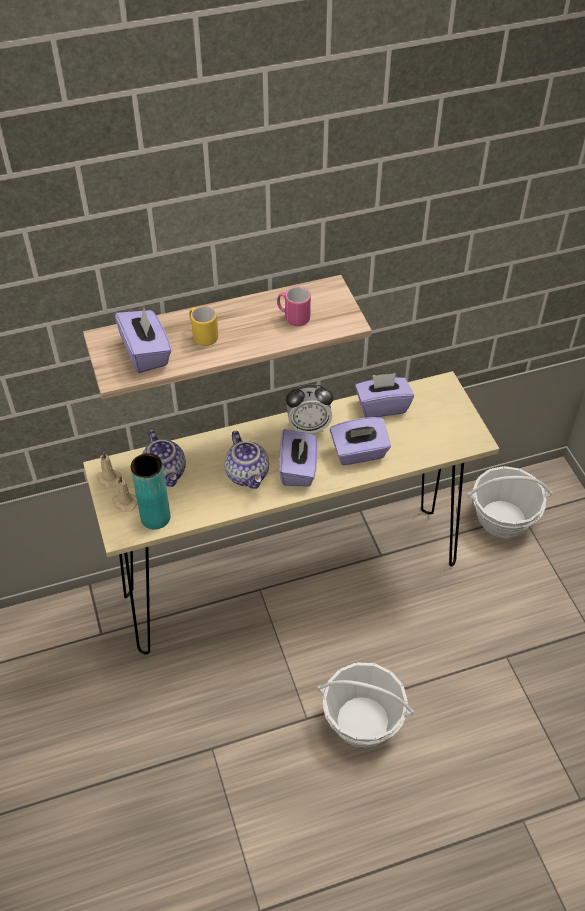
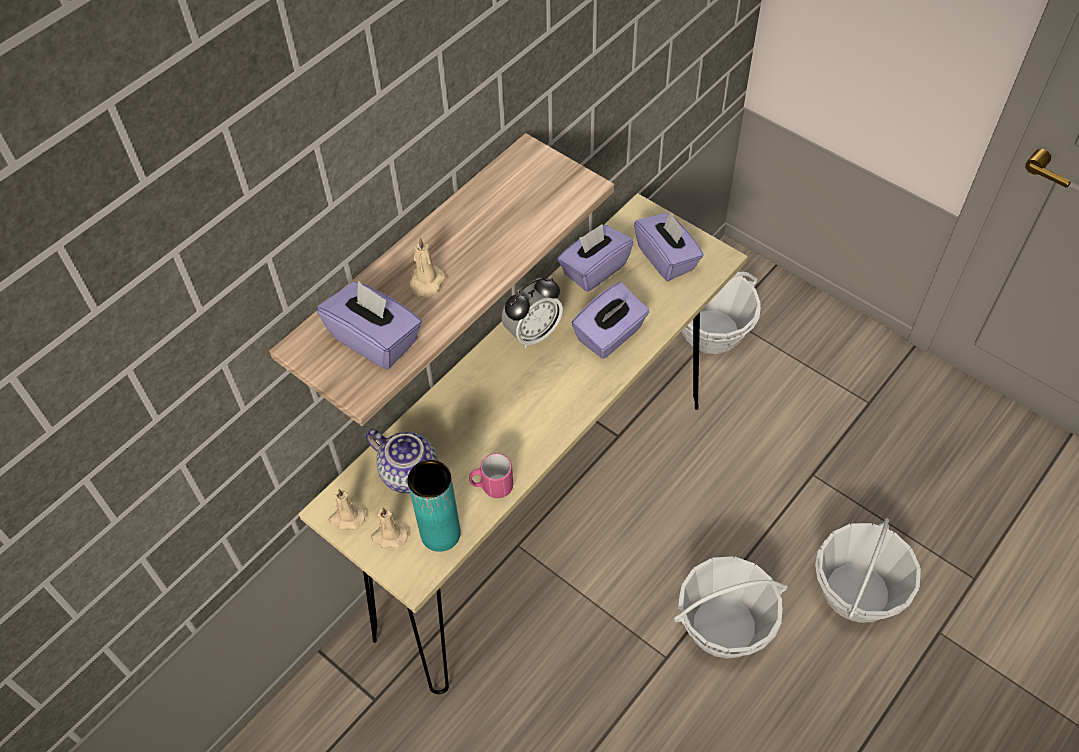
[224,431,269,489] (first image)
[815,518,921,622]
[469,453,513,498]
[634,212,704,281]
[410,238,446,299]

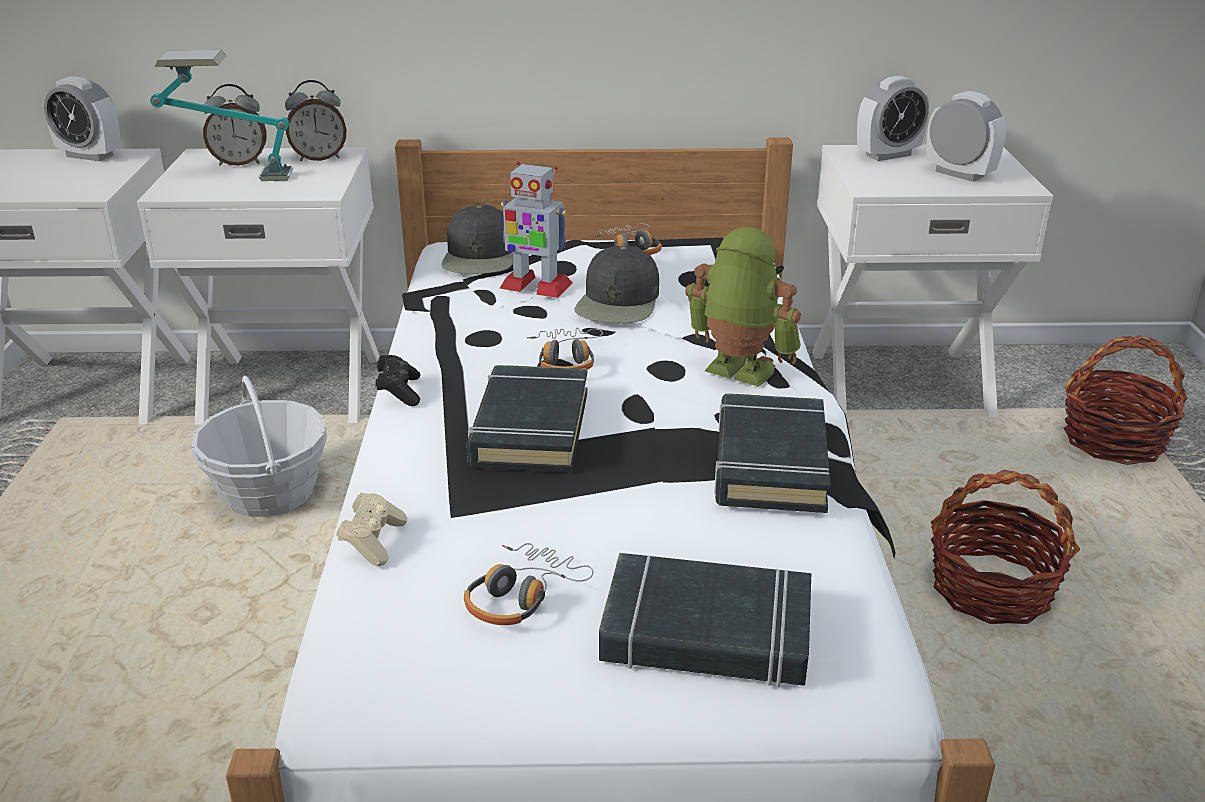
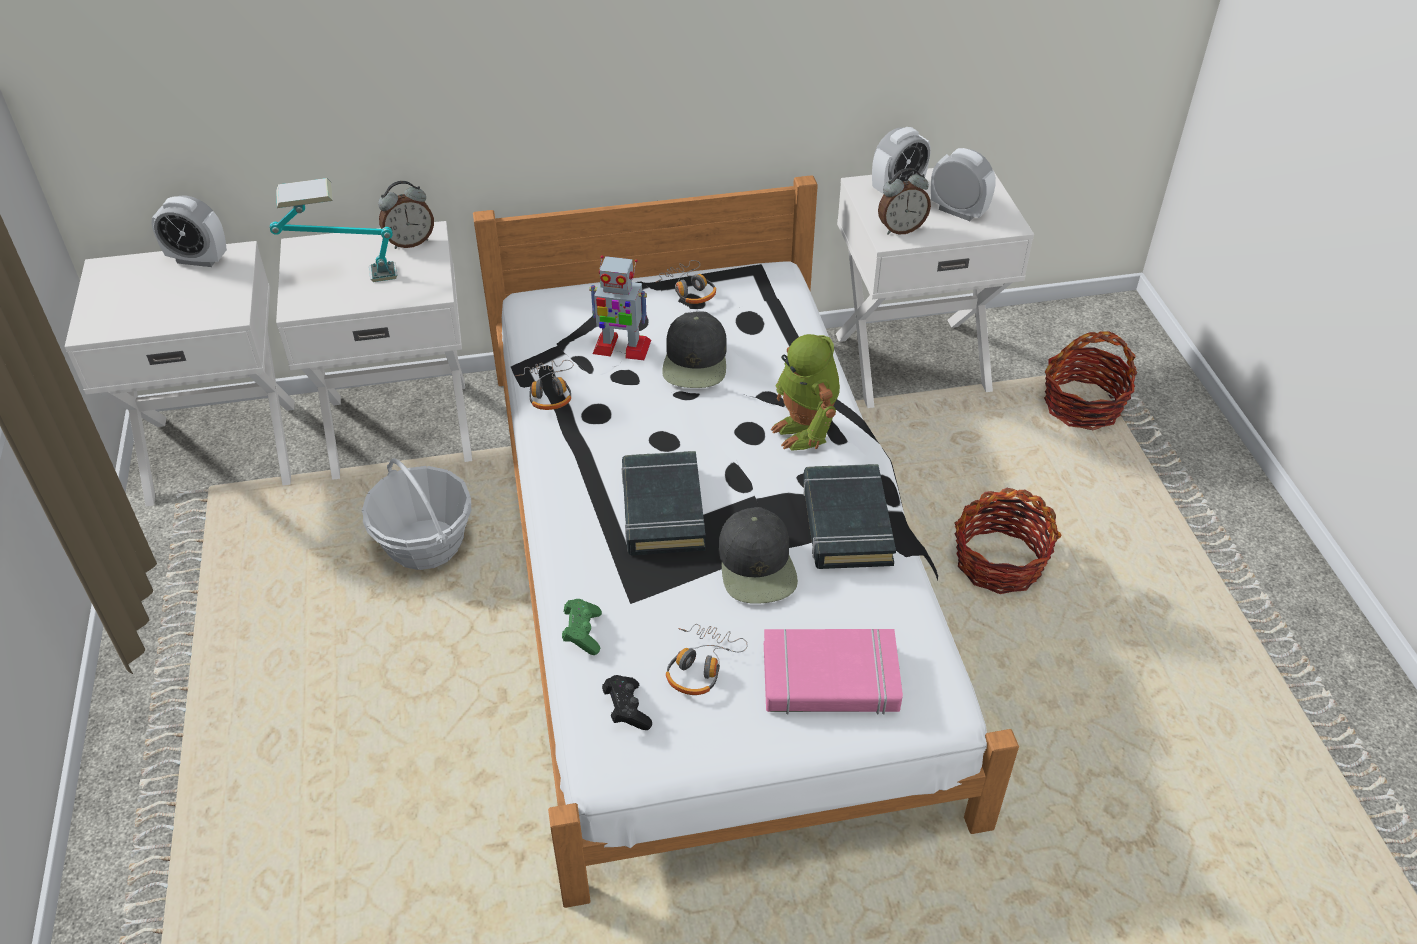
[878,168,931,235]
[602,675,652,730]
[719,507,798,604]
[515,360,573,410]
[562,599,602,655]
[764,629,903,715]
[771,334,840,451]

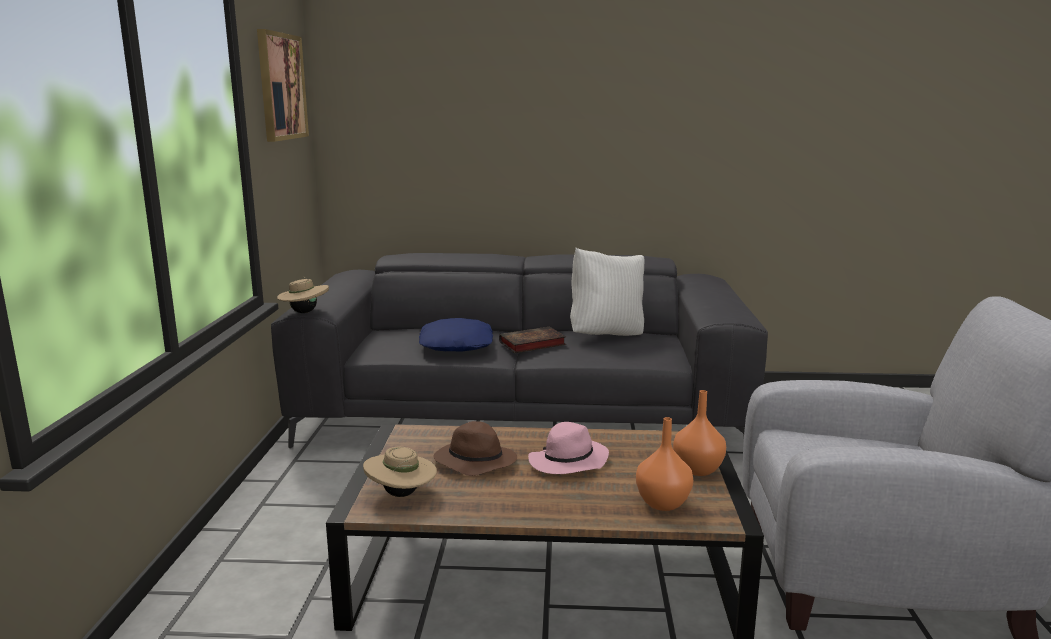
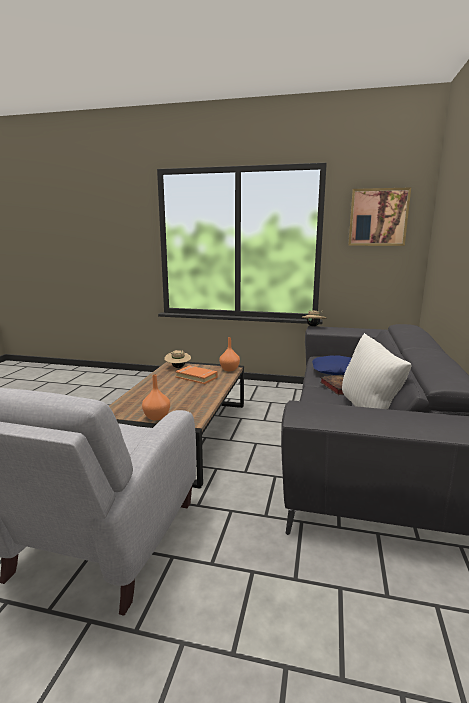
[528,422,609,474] (first image)
[219,337,240,371]
[176,365,218,384]

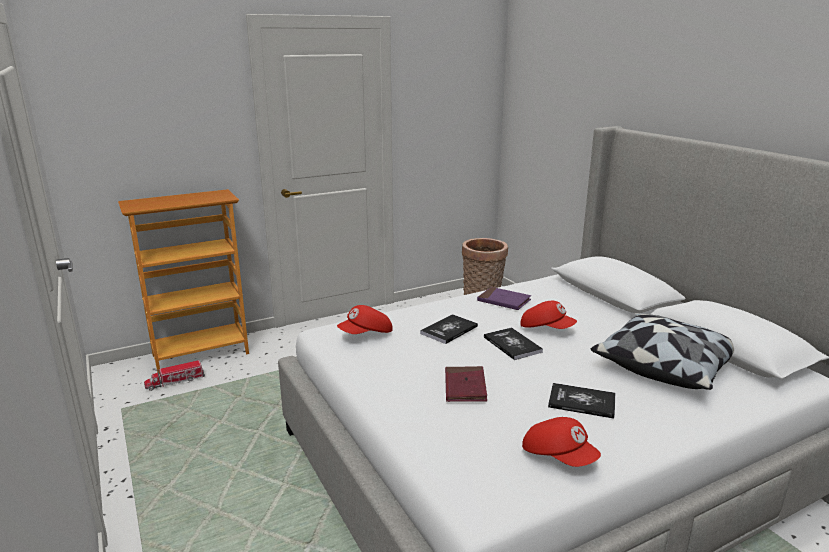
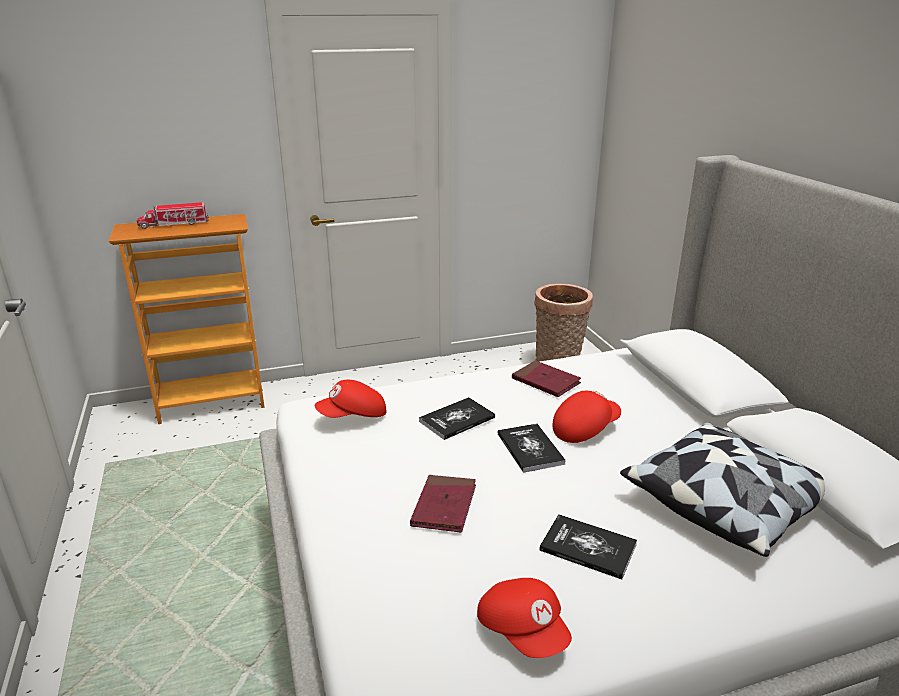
[137,202,209,229]
[512,361,581,397]
[552,391,621,443]

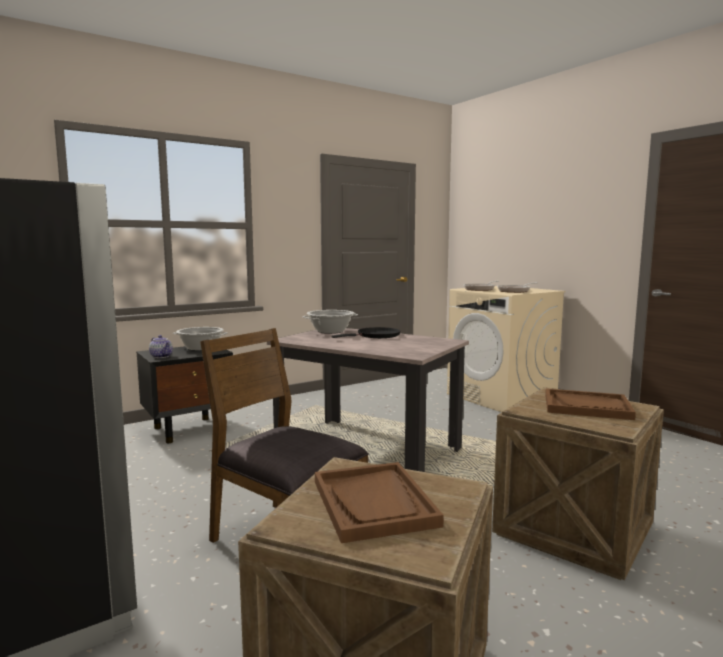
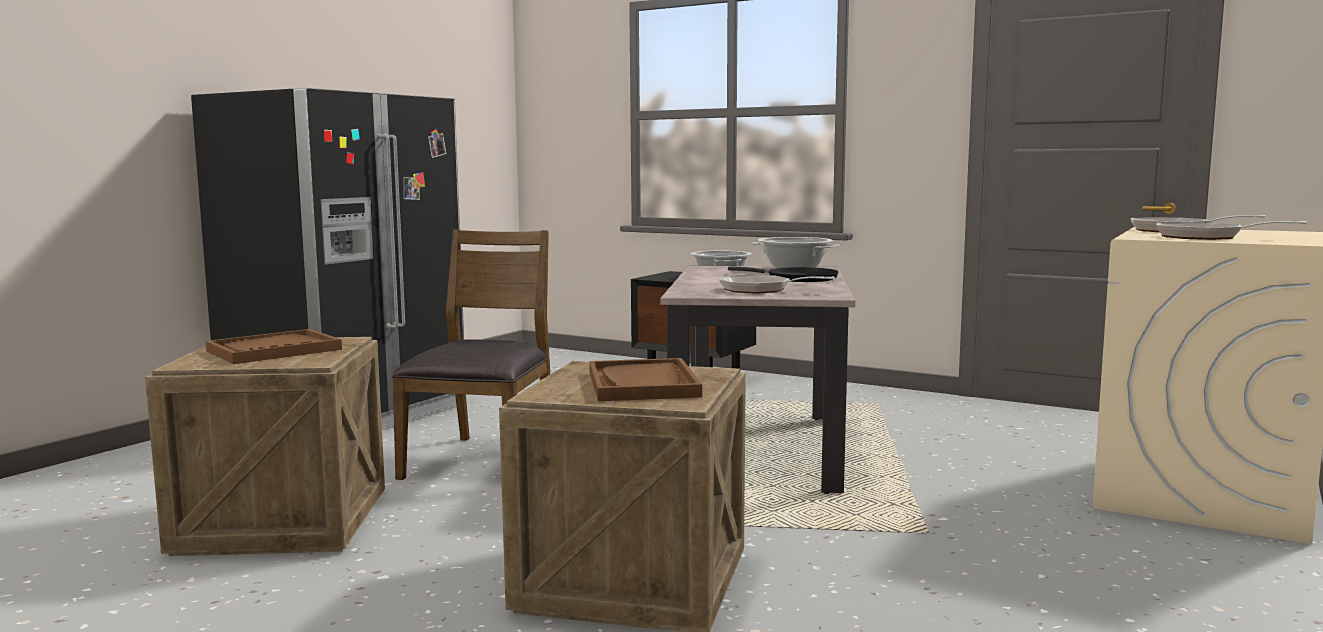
[149,335,173,358] (first image)
[719,275,835,294]

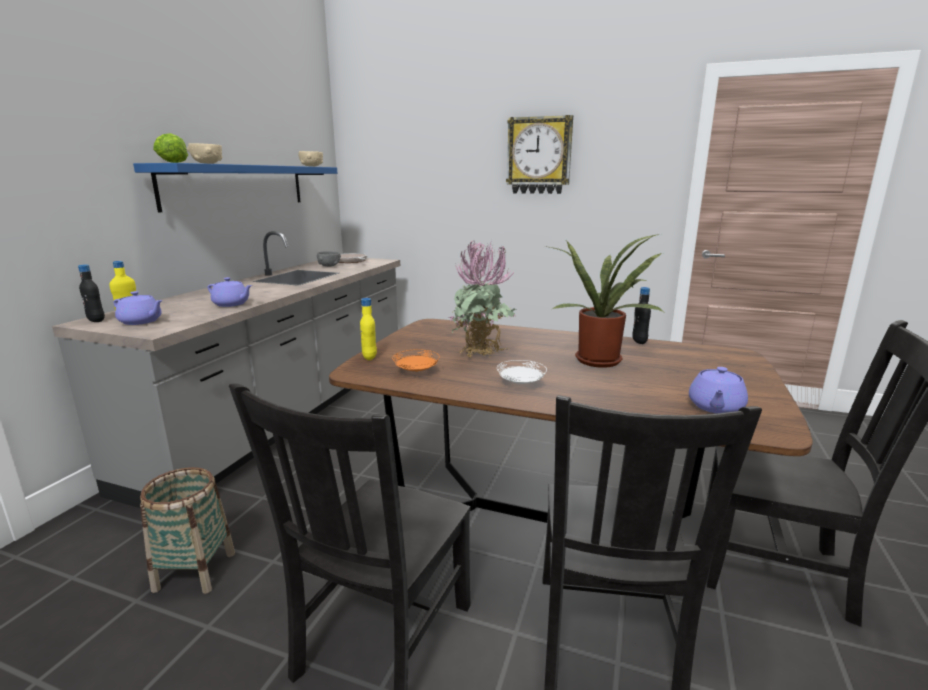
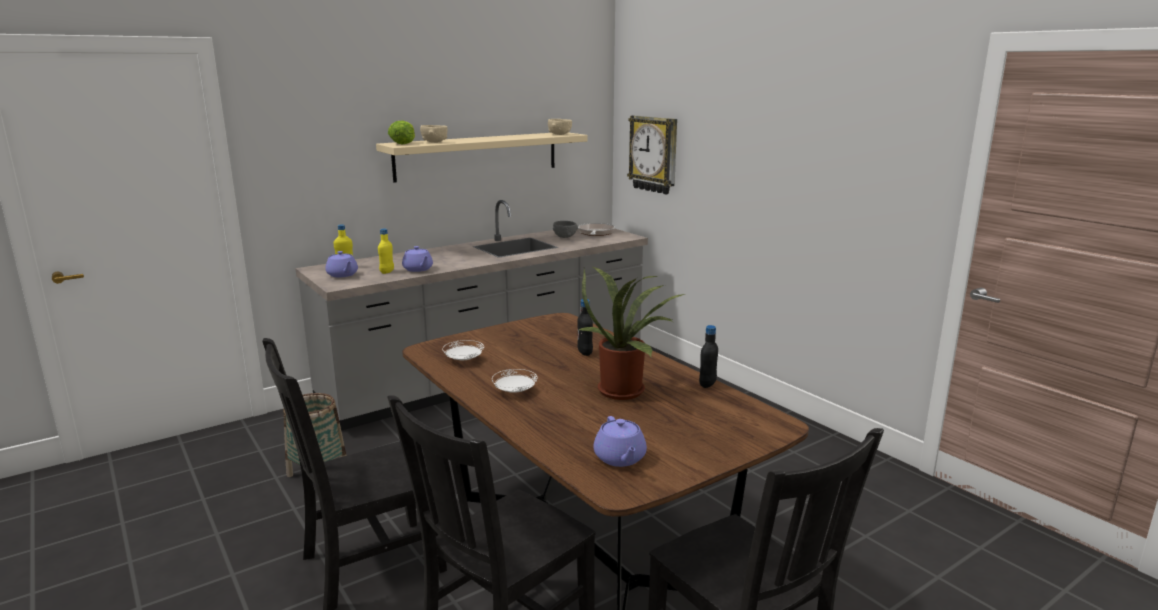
[449,240,516,358] (first image)
[577,299,593,356]
[378,228,394,274]
[627,115,677,194]
[376,132,588,183]
[442,340,484,360]
[594,416,647,467]

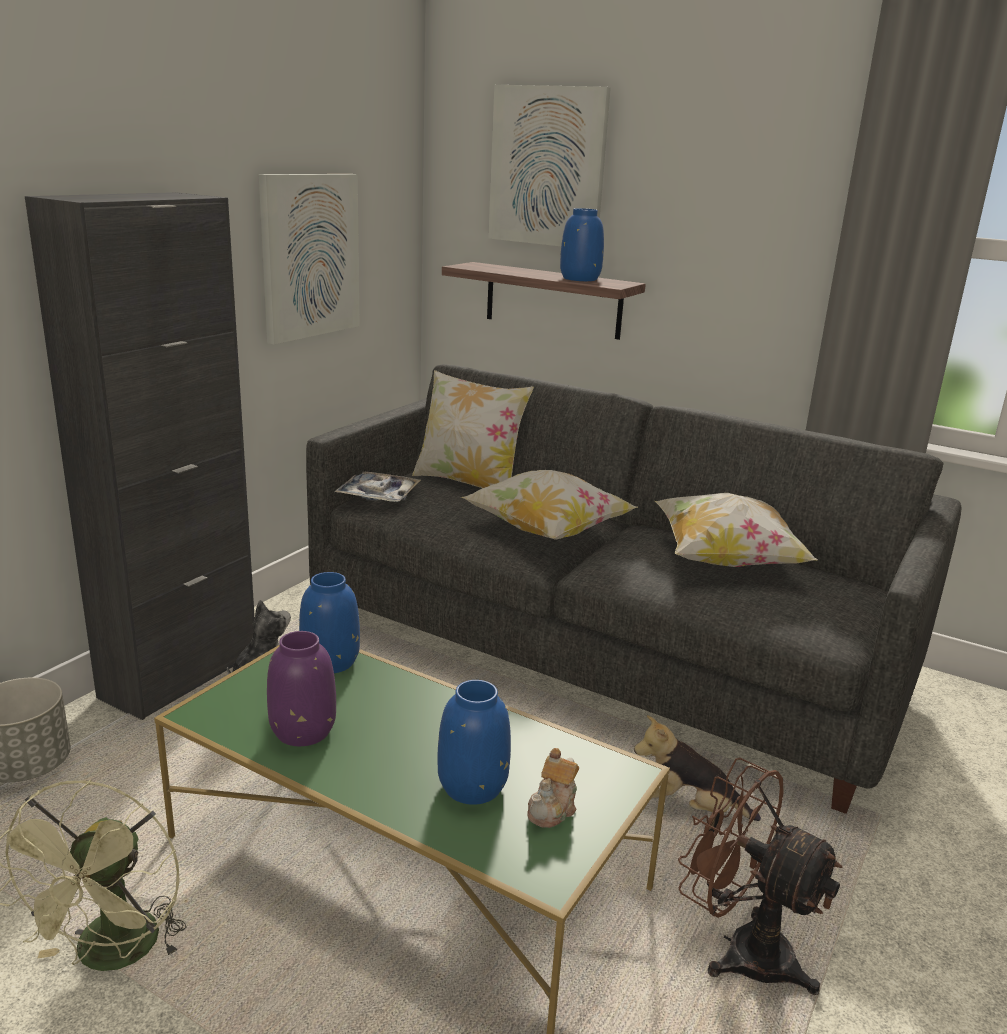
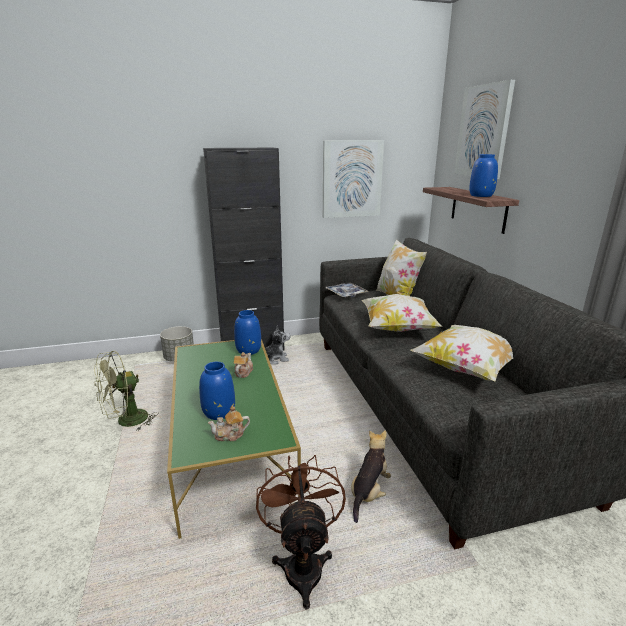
[267,631,336,746] (first image)
[234,352,253,378]
[351,430,391,523]

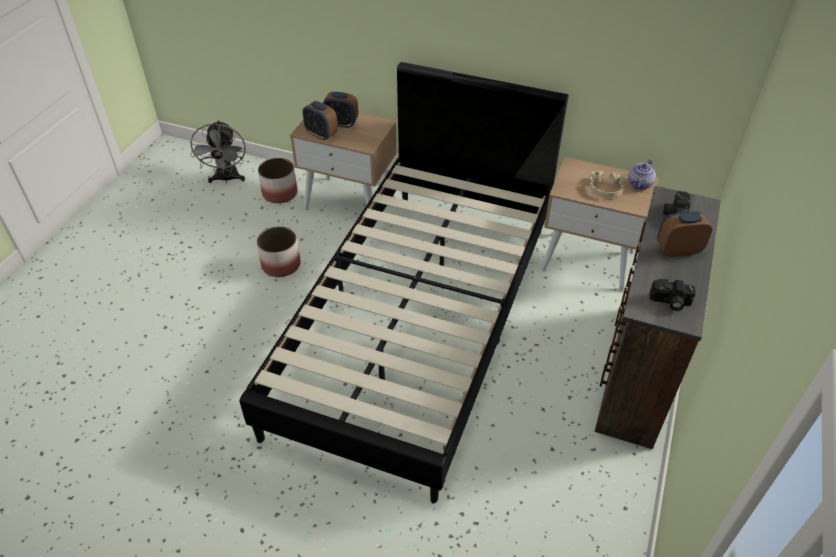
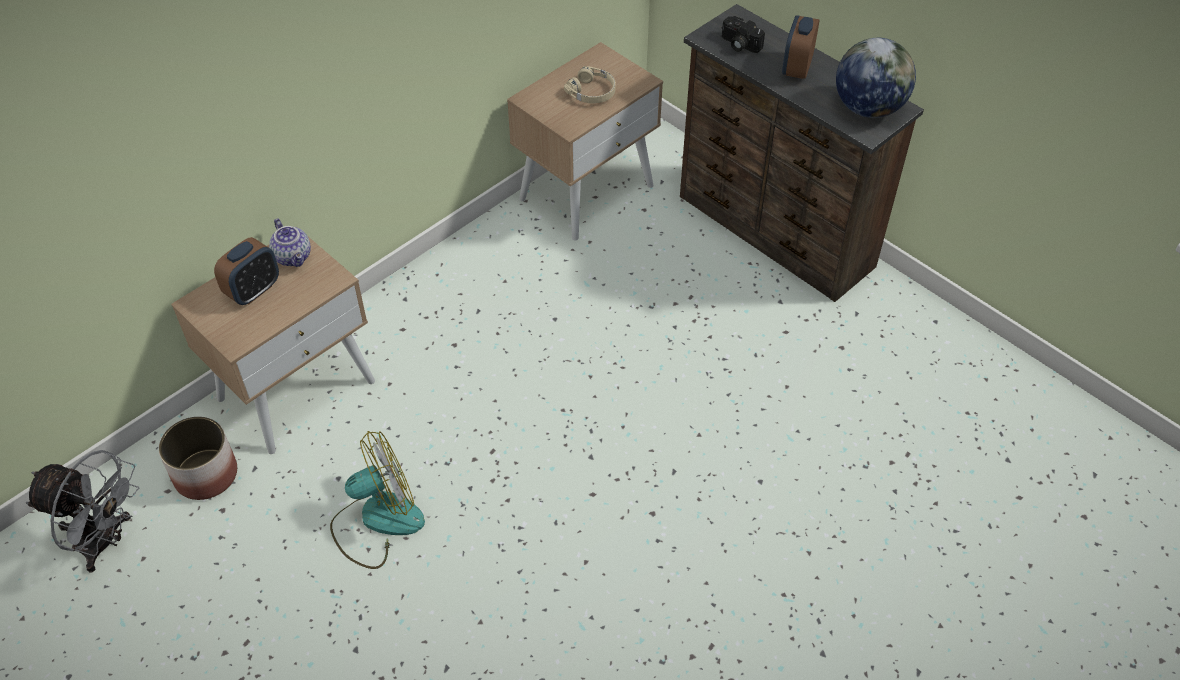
[239,62,569,503] (first image)
[303,101,338,141] (first image)
[269,219,311,267]
[330,431,425,569]
[836,38,916,118]

